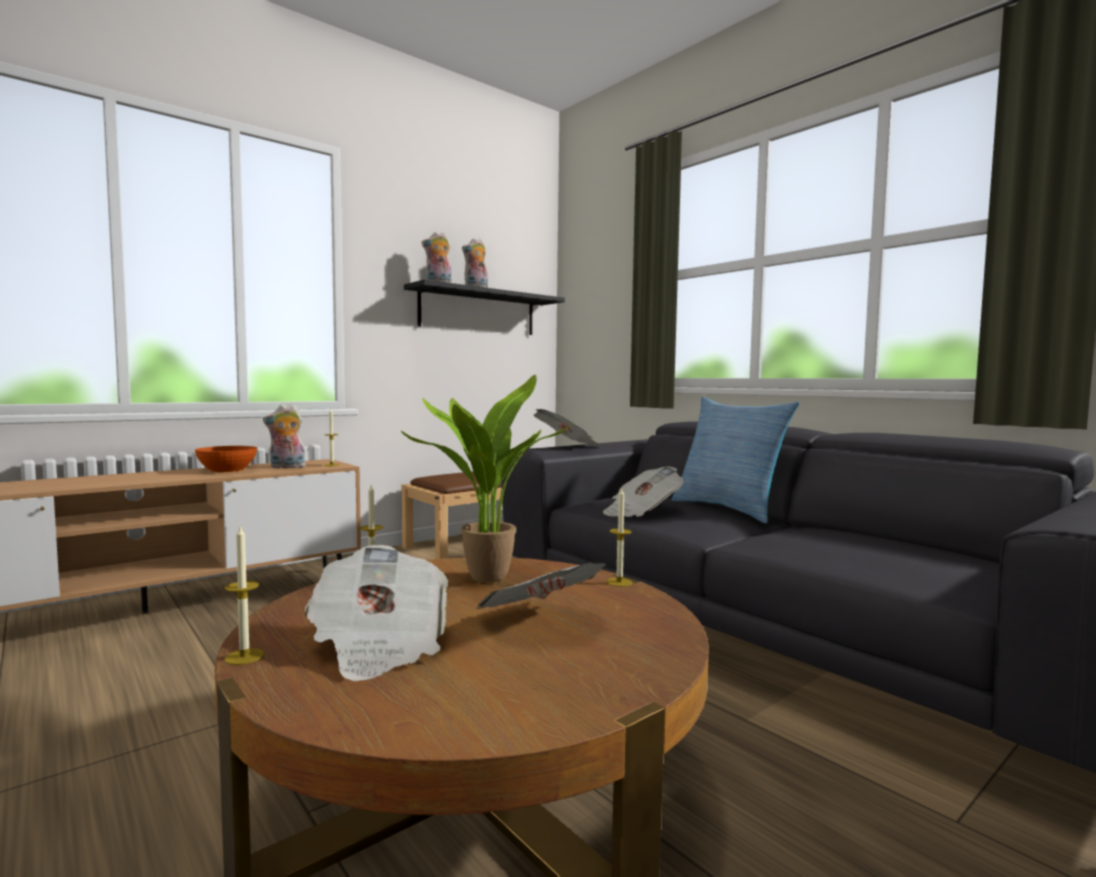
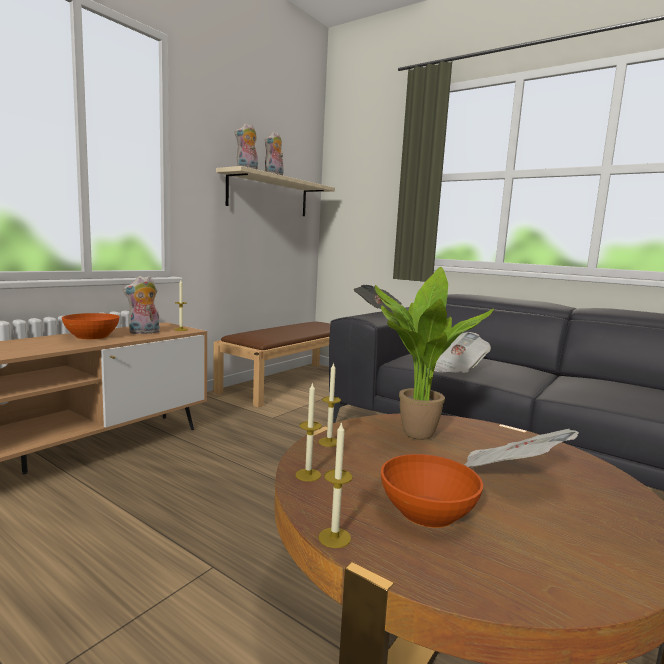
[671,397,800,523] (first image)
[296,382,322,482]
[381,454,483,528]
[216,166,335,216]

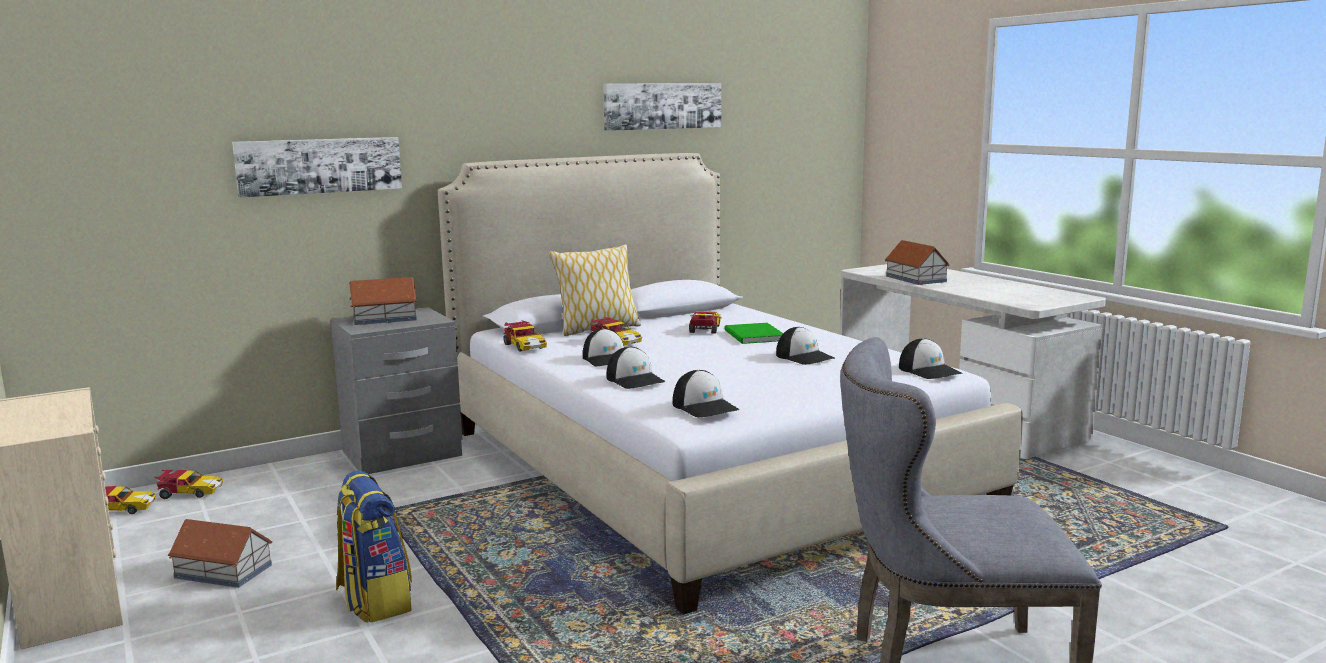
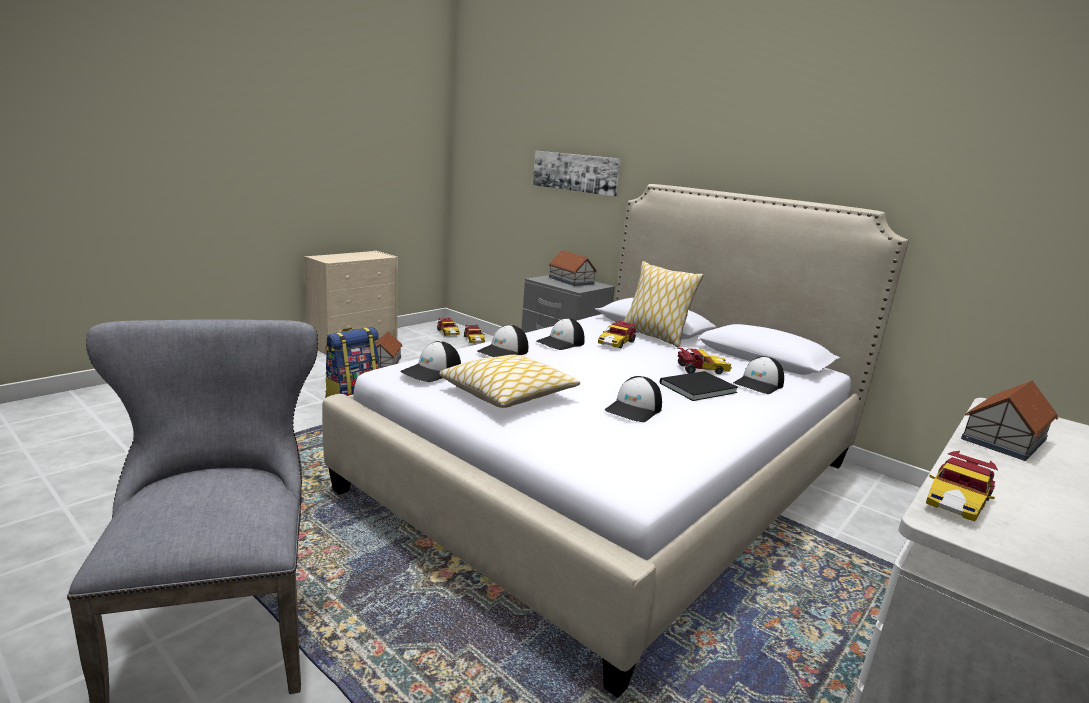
[603,83,721,131] (first image)
[439,355,580,408]
[926,451,998,521]
[733,356,784,394]
[660,371,738,401]

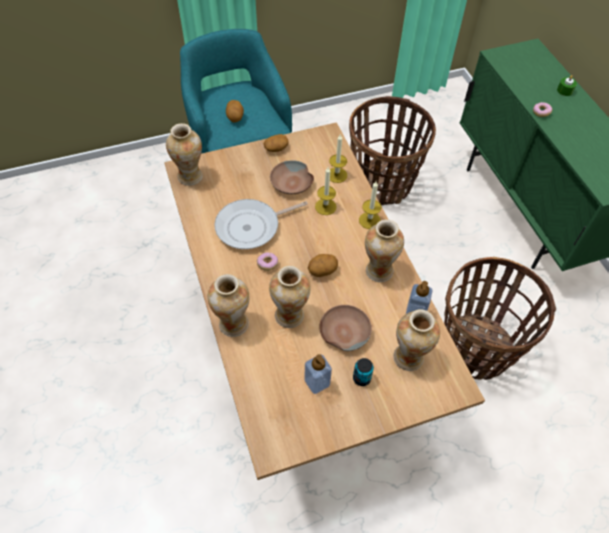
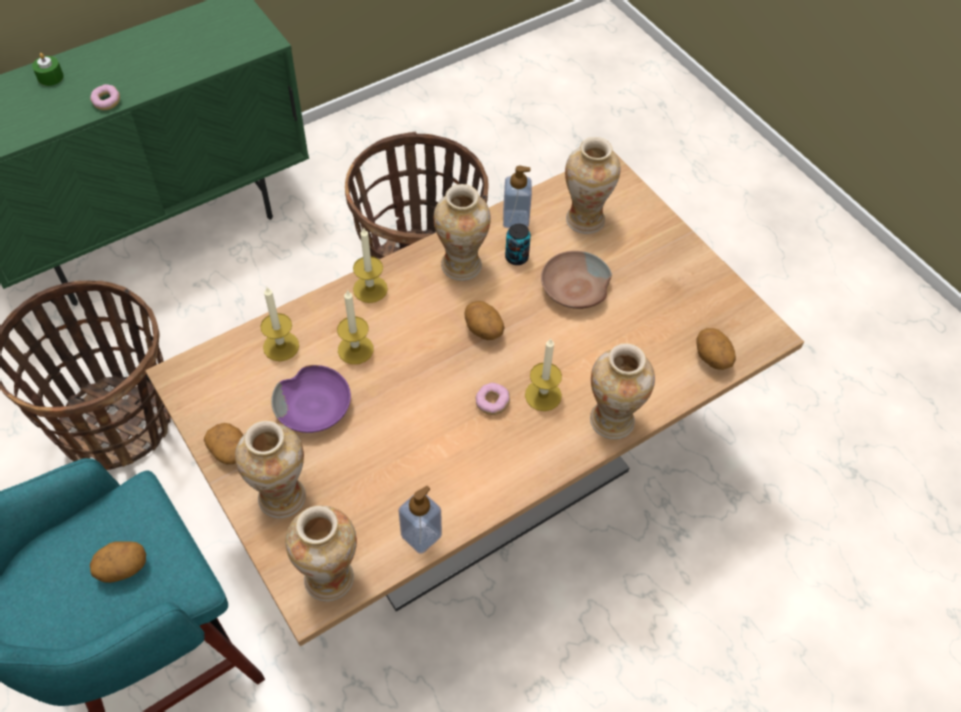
[214,199,308,249] (first image)
[525,339,562,411]
[696,328,736,370]
[235,421,306,518]
[398,486,442,554]
[505,224,531,265]
[271,365,351,433]

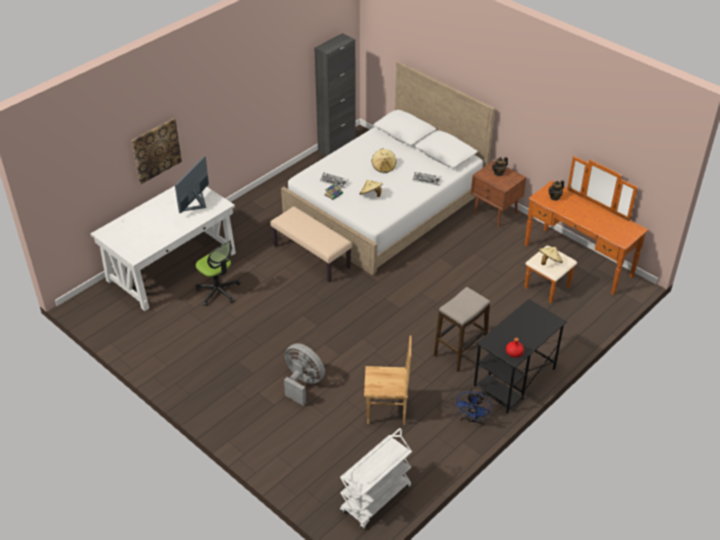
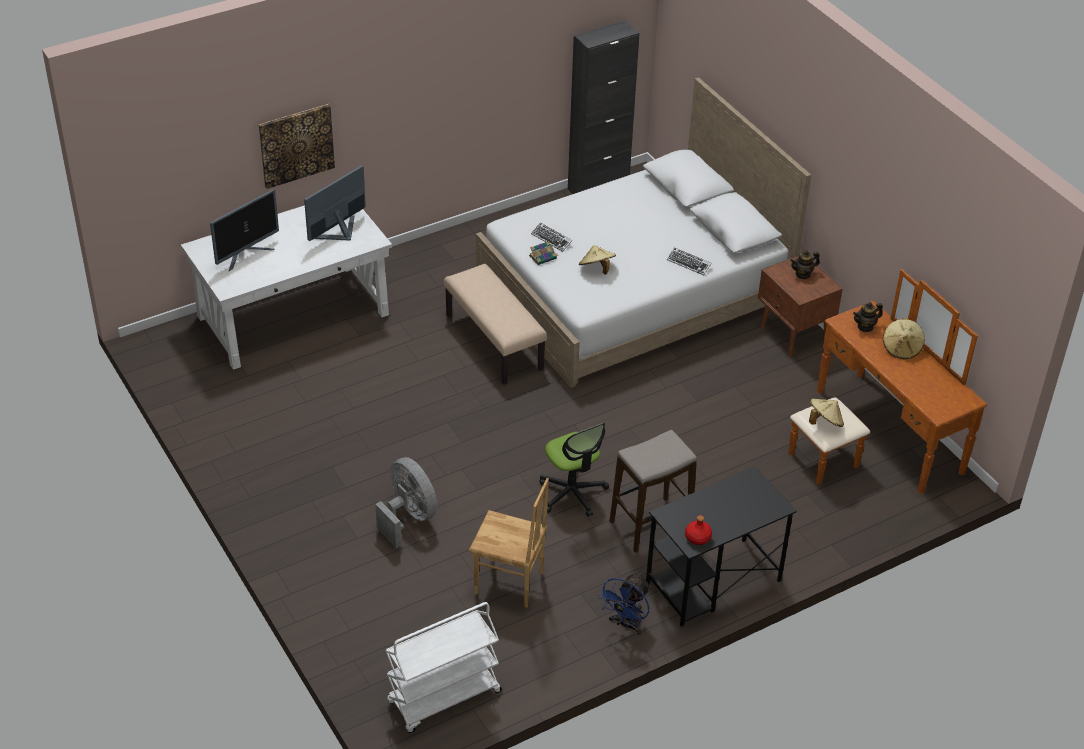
[210,189,279,271]
[539,423,609,517]
[883,318,925,359]

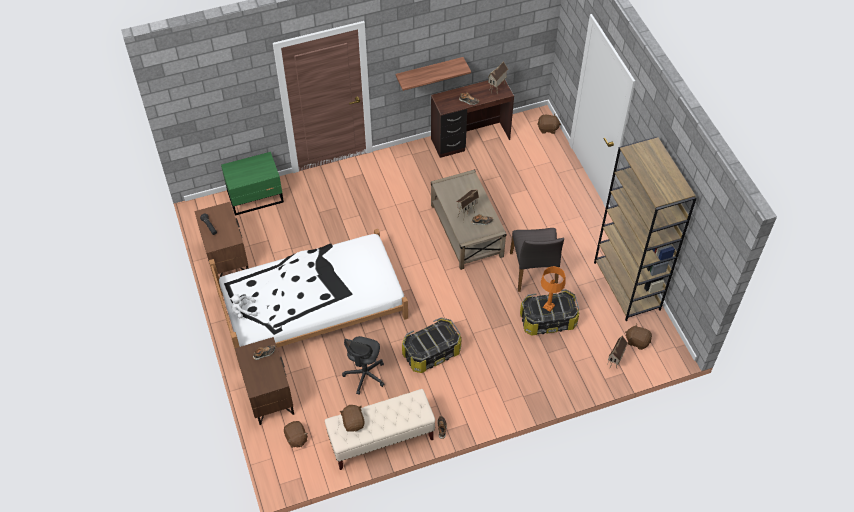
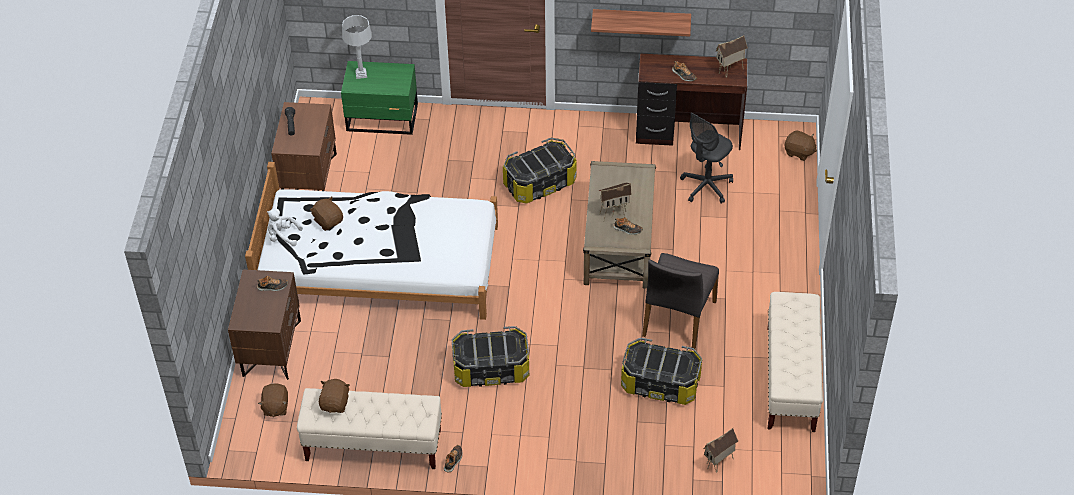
[541,266,565,312] (first image)
[342,15,372,79]
[503,138,577,204]
[680,113,733,204]
[310,197,343,231]
[767,292,823,432]

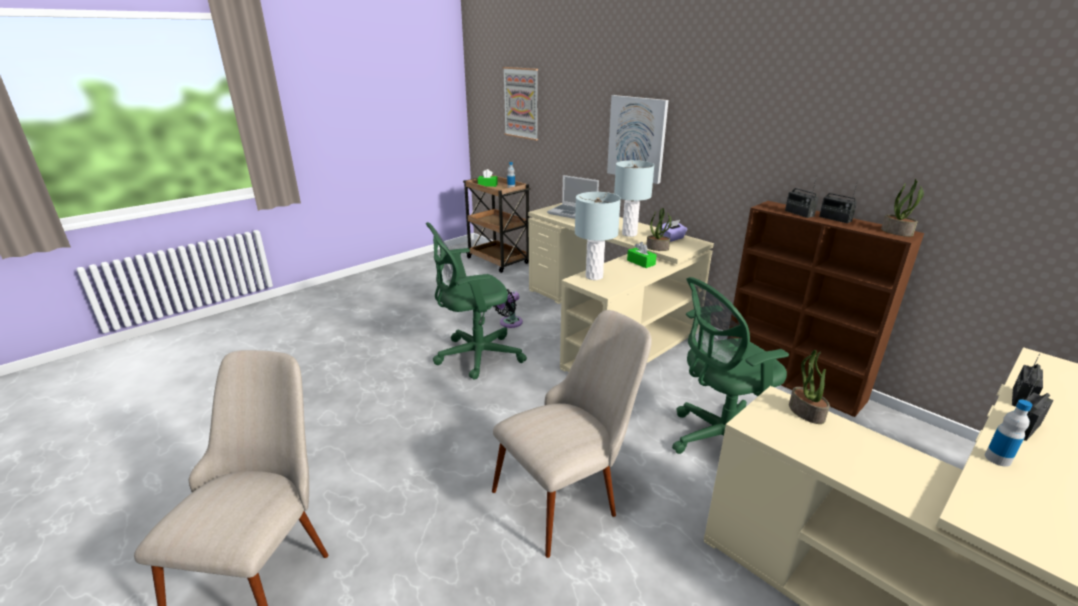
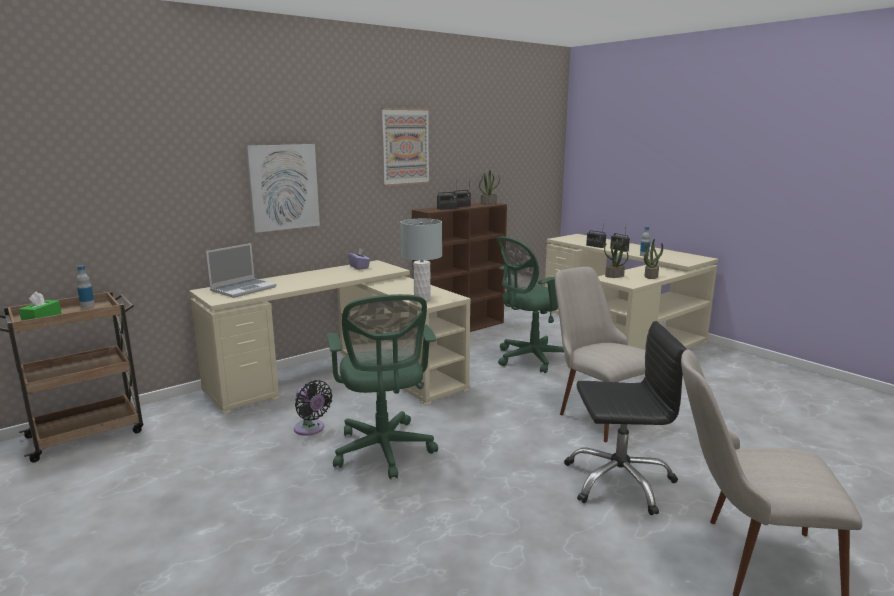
[614,160,654,237] (first image)
[627,242,657,268] (first image)
[564,321,687,515]
[381,108,430,186]
[643,239,663,279]
[496,237,564,373]

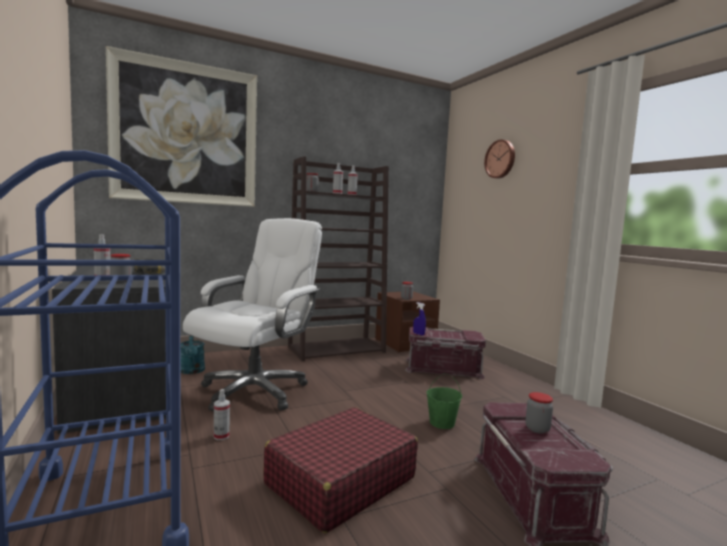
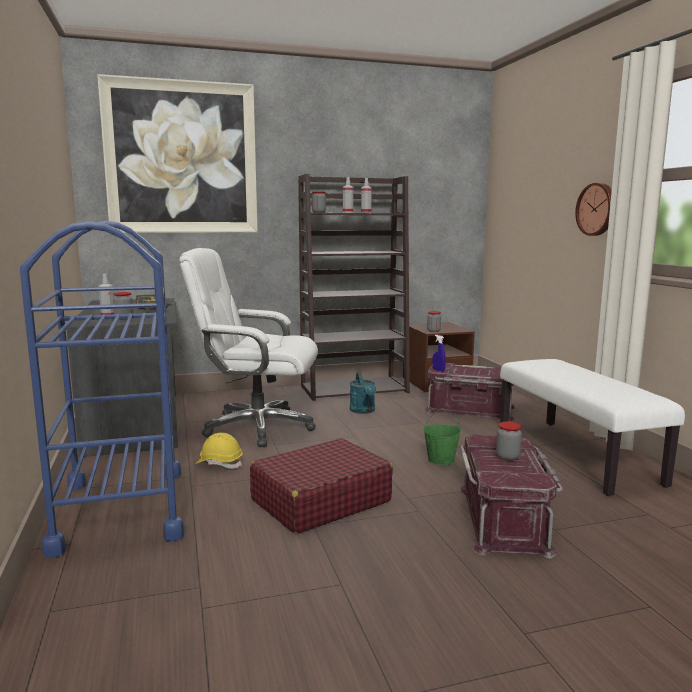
[500,359,685,496]
[350,372,376,414]
[575,183,612,236]
[195,433,243,469]
[180,248,318,447]

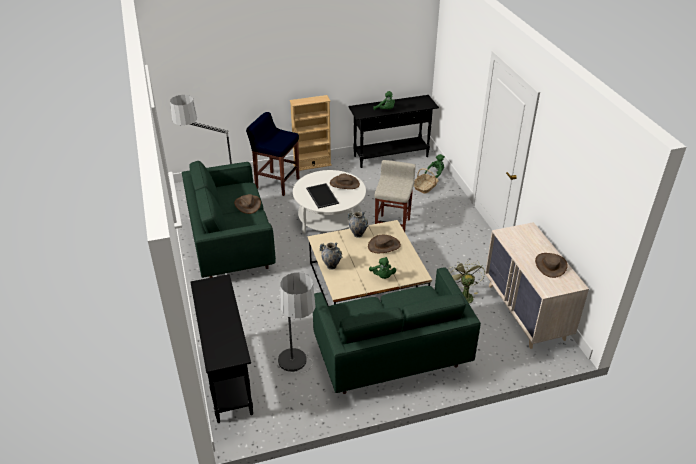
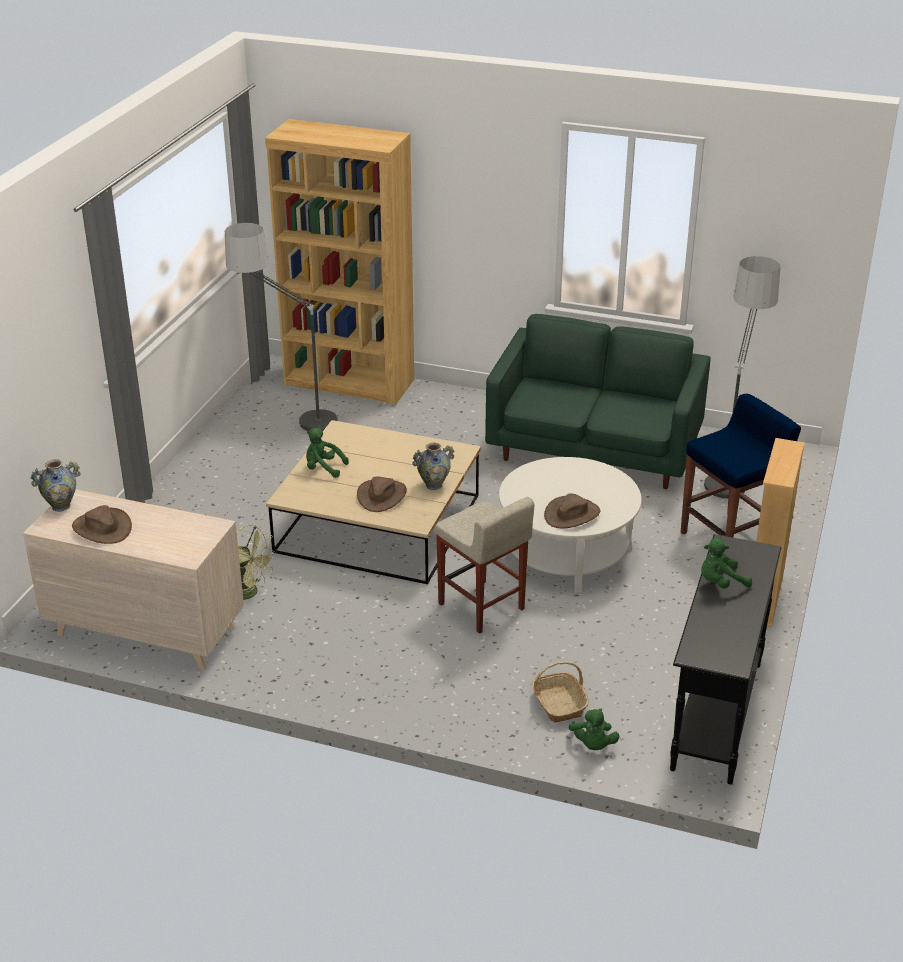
[234,194,261,214] (first image)
[306,183,339,209] (first image)
[313,267,481,394] (first image)
[31,459,81,512]
[265,119,414,405]

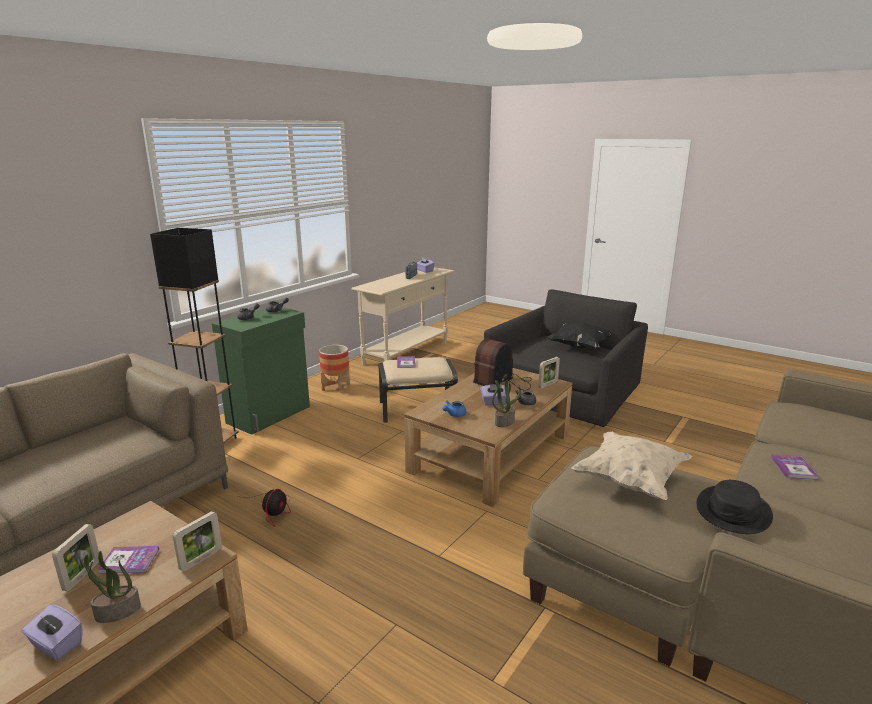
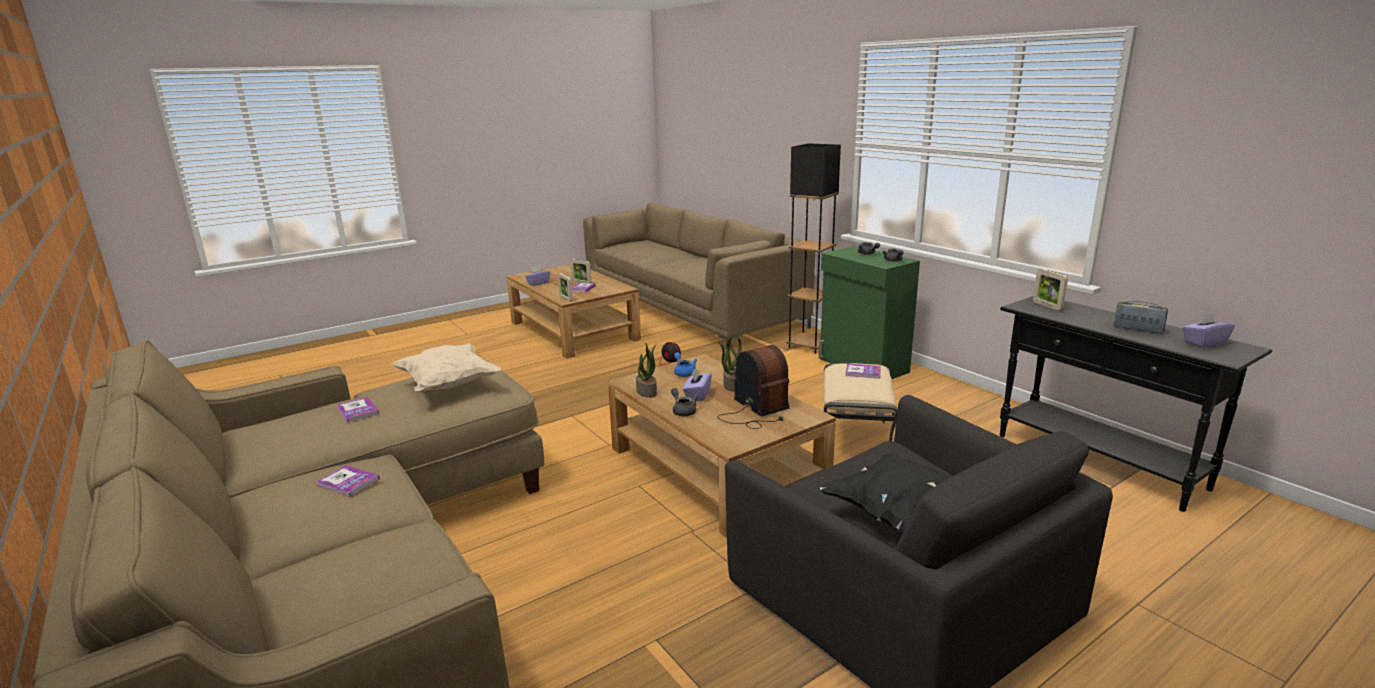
[319,345,350,393] (first image)
[718,336,742,391]
[1033,269,1068,310]
[337,397,379,423]
[1000,296,1272,512]

